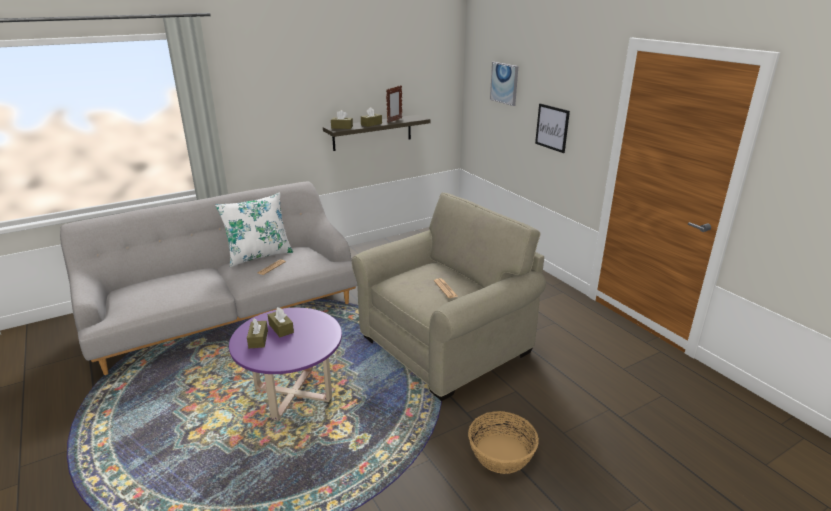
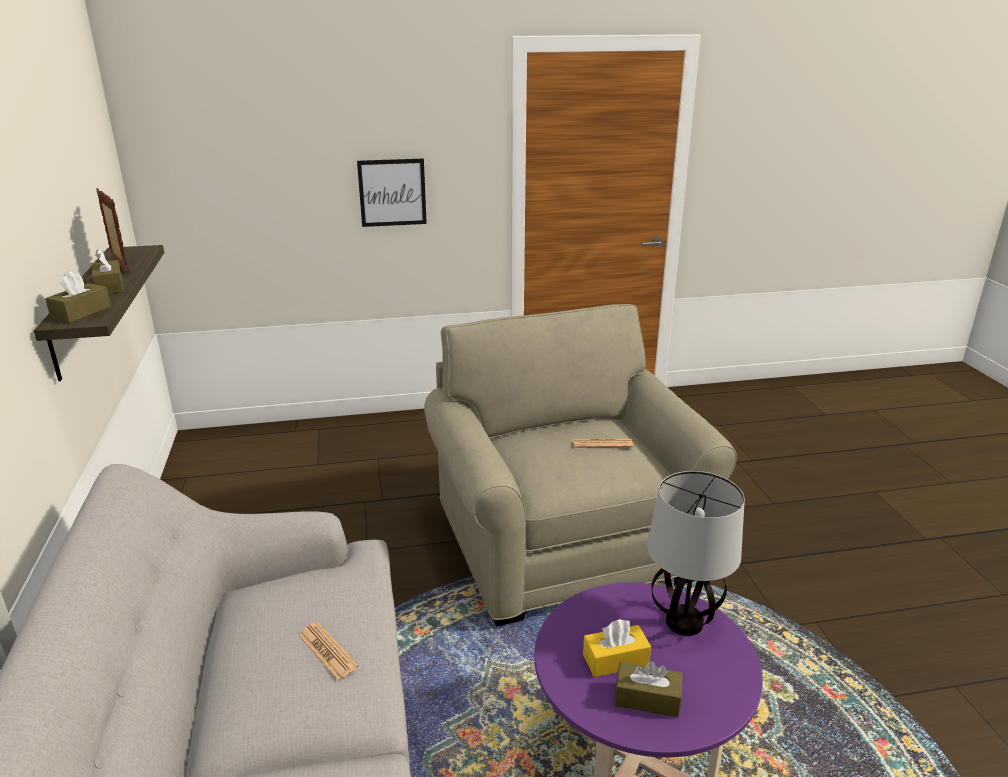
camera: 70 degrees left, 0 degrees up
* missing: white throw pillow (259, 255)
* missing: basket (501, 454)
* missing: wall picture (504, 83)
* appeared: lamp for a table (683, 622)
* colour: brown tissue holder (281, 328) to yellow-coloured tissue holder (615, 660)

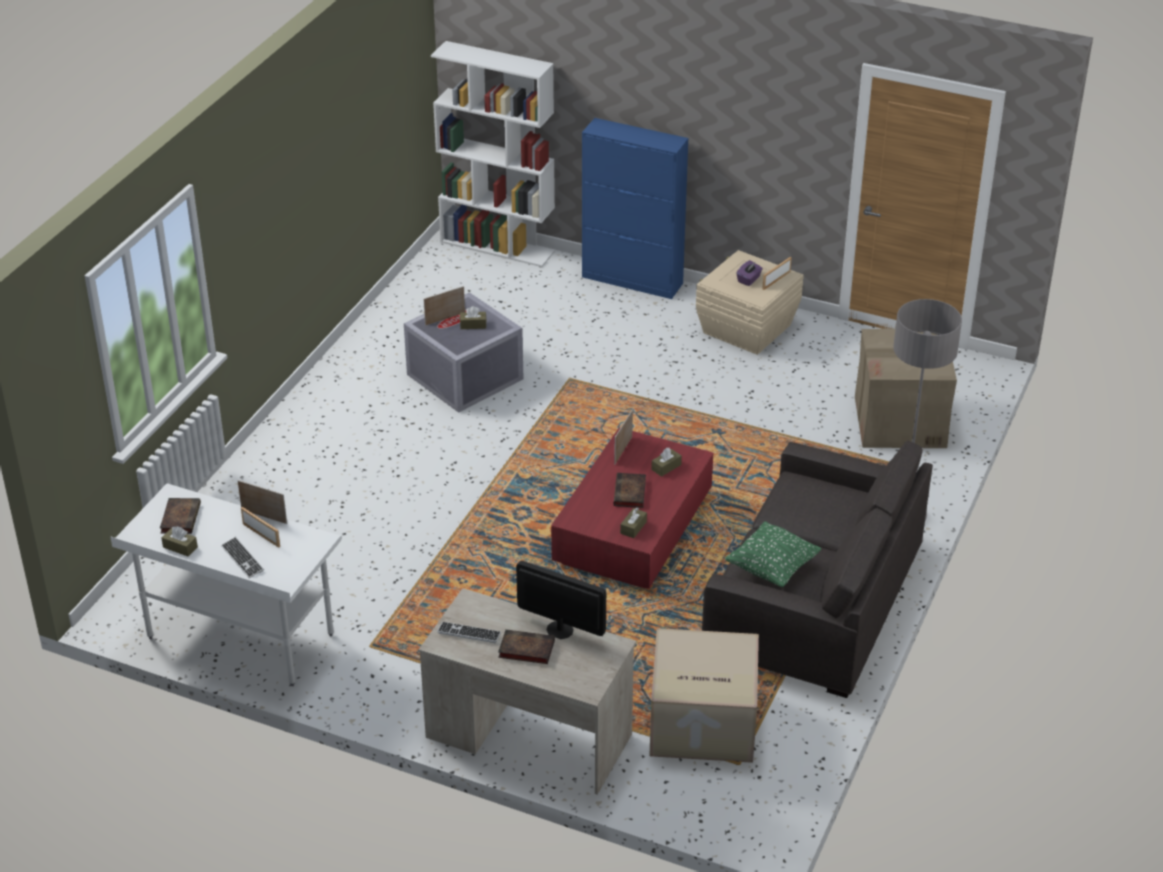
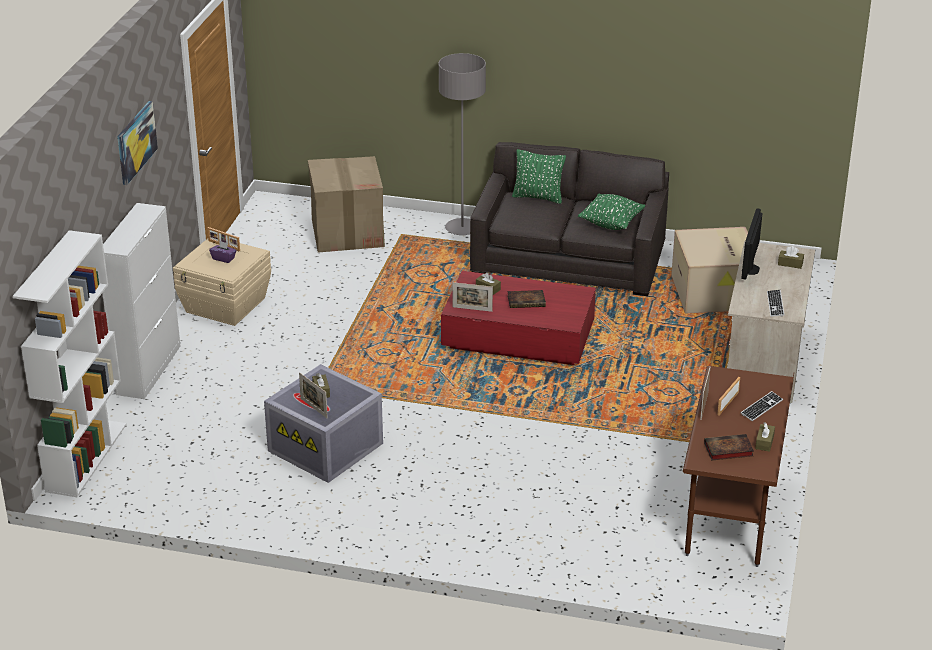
camera: 100 degrees left, 5 degrees down
* missing: bound book (525, 649)
* appeared: wall picture (136, 142)
* appeared: green throw pillow (538, 197)
* relocated: brown tissue holder (633, 527) to (790, 264)
* colour: white desk table (240, 637) to brown desk table (731, 514)
* colour: bluish cabinet (632, 280) to white cabinet (149, 369)

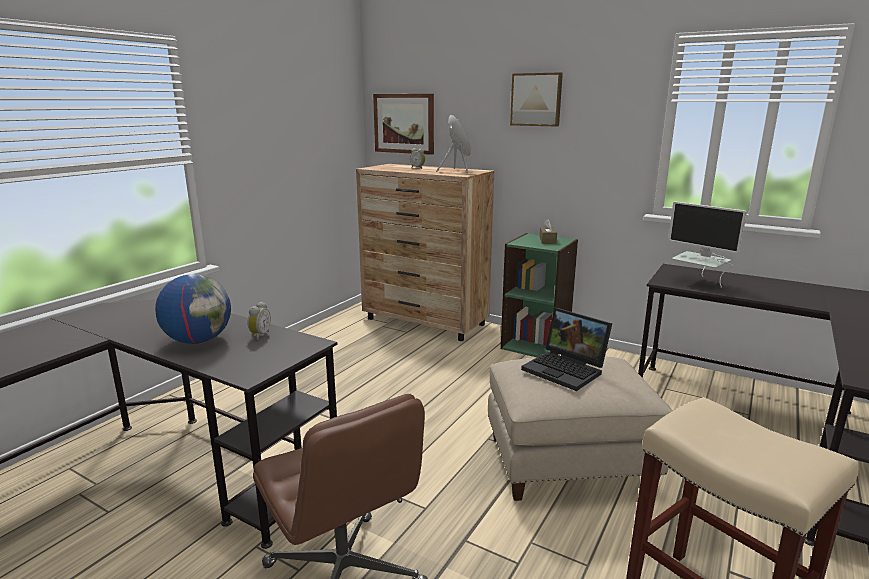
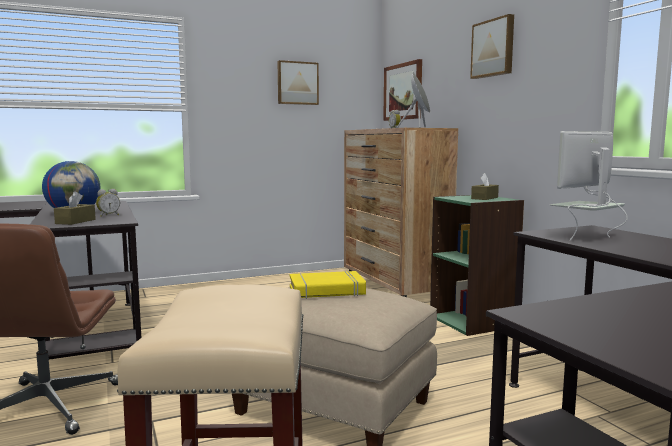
camera: 35 degrees right, 10 degrees down
* appeared: brown tissue holder (75, 221)
* appeared: wall picture (297, 83)
* exchanged: portable computer (567, 370) to yellow-coloured bound book (327, 291)
* spun: monitor (698, 282) = (586, 237) 60 degrees clockwise

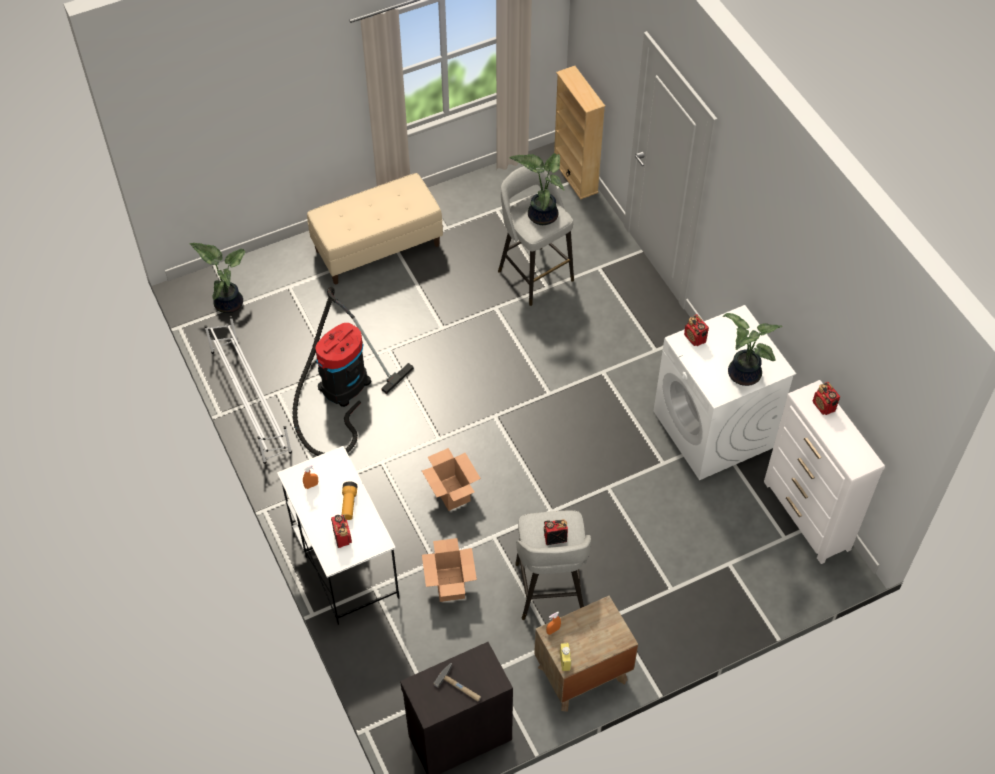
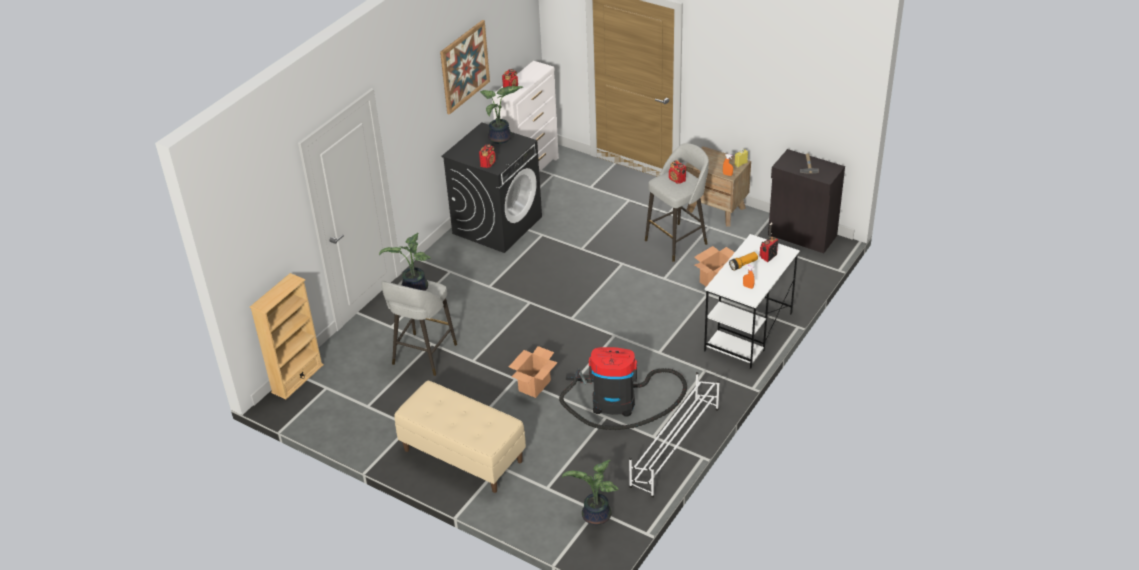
camera: 120 degrees left, 15 degrees down
* appeared: wall picture (464, 66)
* relocated: packing box (451, 493) to (534, 386)
* colour: white laundry machine (713, 430) to blackish laundry machine (497, 225)

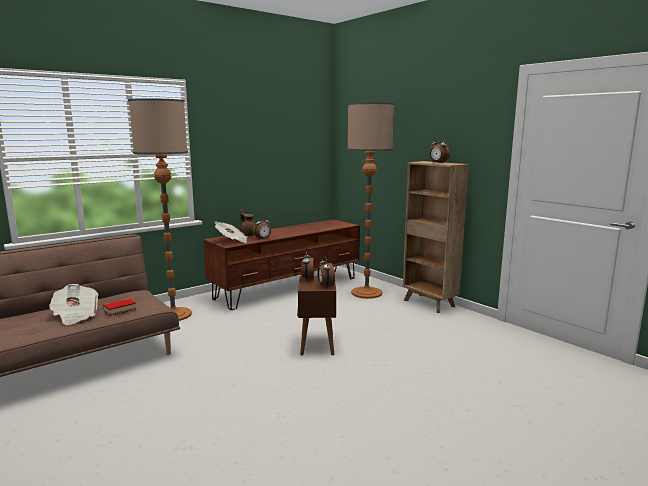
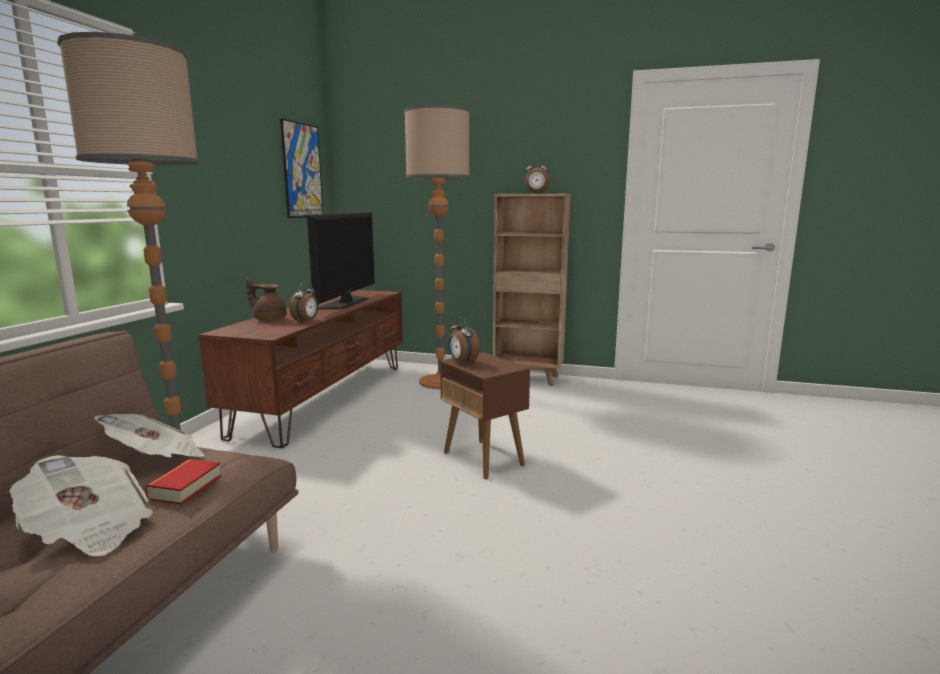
camera: 35 degrees left, 0 degrees up
* missing: alarm clock (325, 286)
* appeared: wall picture (302, 171)
* appeared: TV set (346, 302)
* relocated: newspaper (232, 241) to (156, 458)

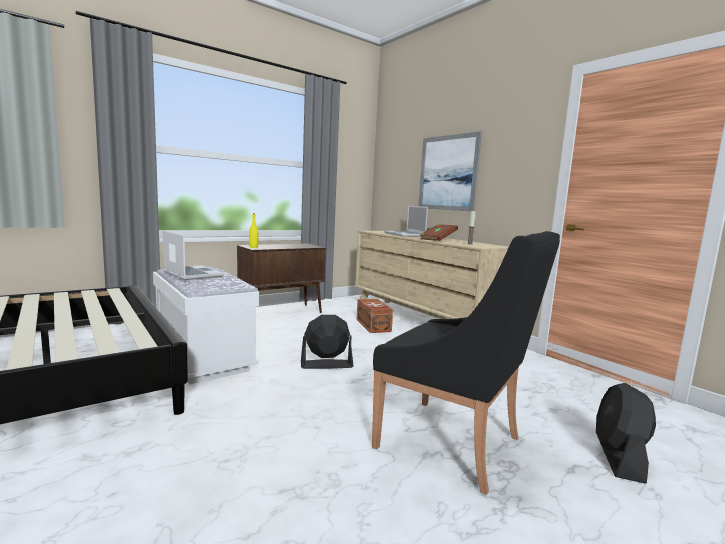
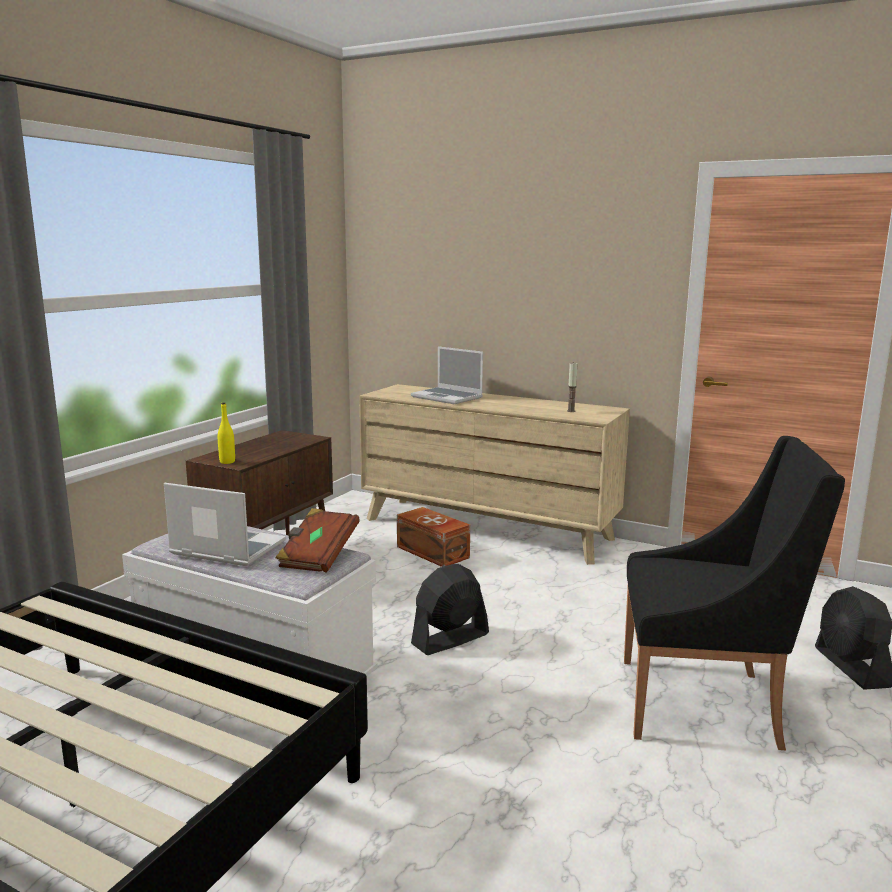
camera: 25 degrees left, 5 degrees up
* missing: wall picture (448, 173)
* relocated: brown bound book (437, 239) to (318, 556)

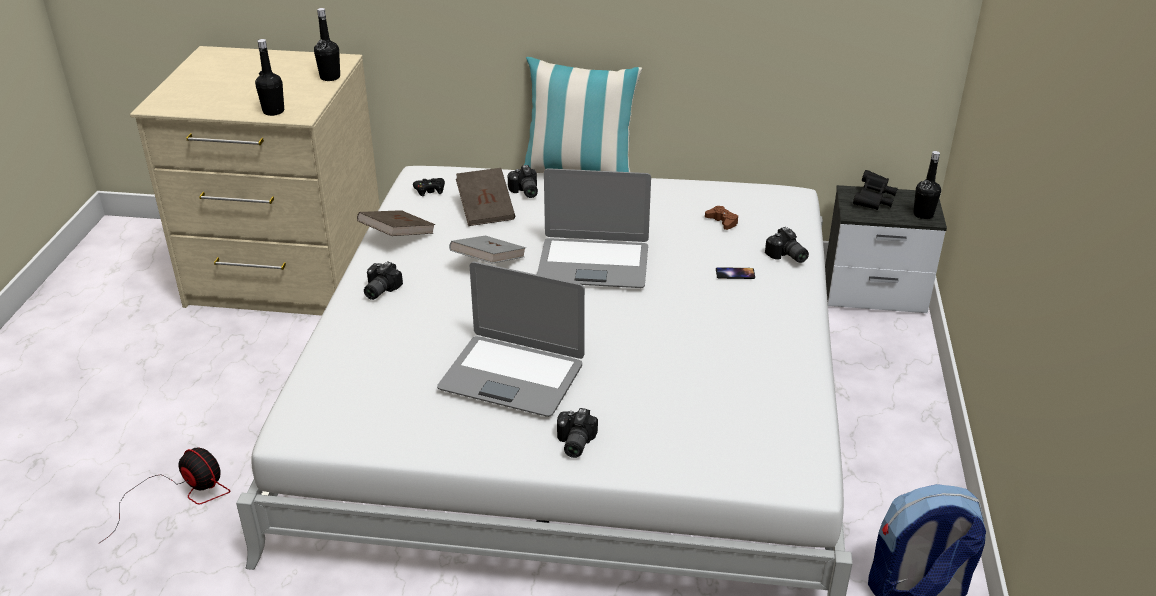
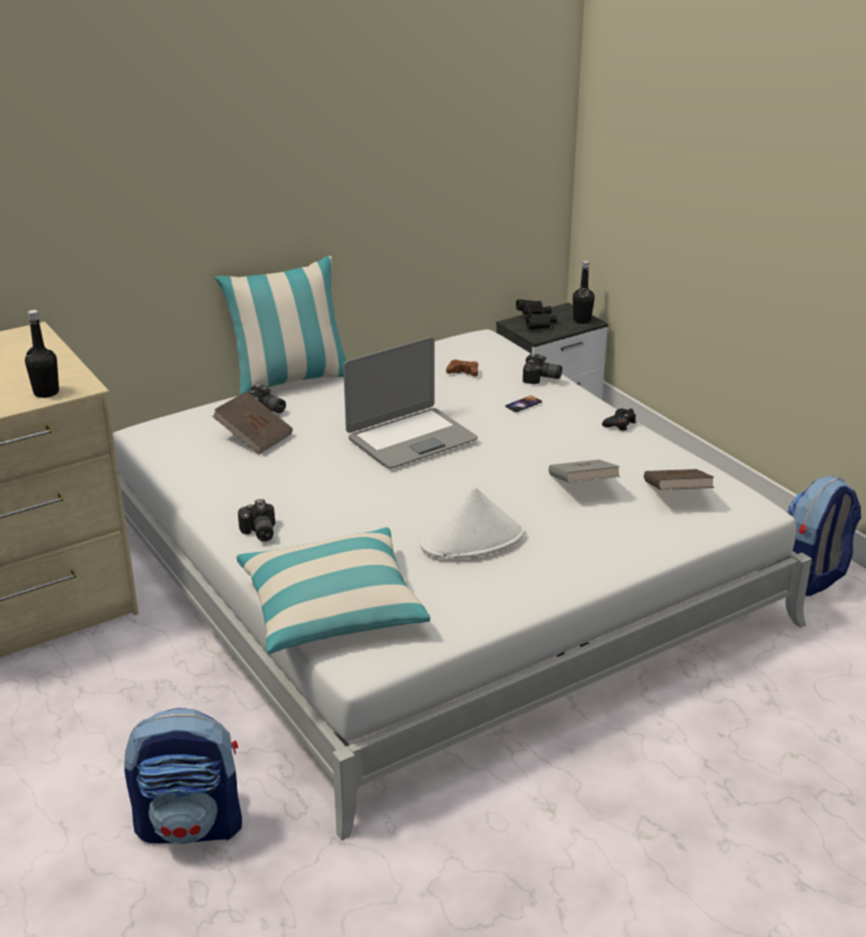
camera: 40 degrees left, 5 degrees down
* missing: blackish drink bottle (330, 77)
* missing: photo camera (573, 443)
* appeared: throw pillow (332, 608)
* relocated: brown bound book (397, 237) to (676, 495)
* relocated: blackish joypad (430, 190) to (620, 424)
* relocated: gray bound book (488, 263) to (582, 487)
* exchanged: electric fan (181, 495) to knapsack (191, 825)
* exchanged: portable computer (512, 376) to white clothing hat (473, 540)

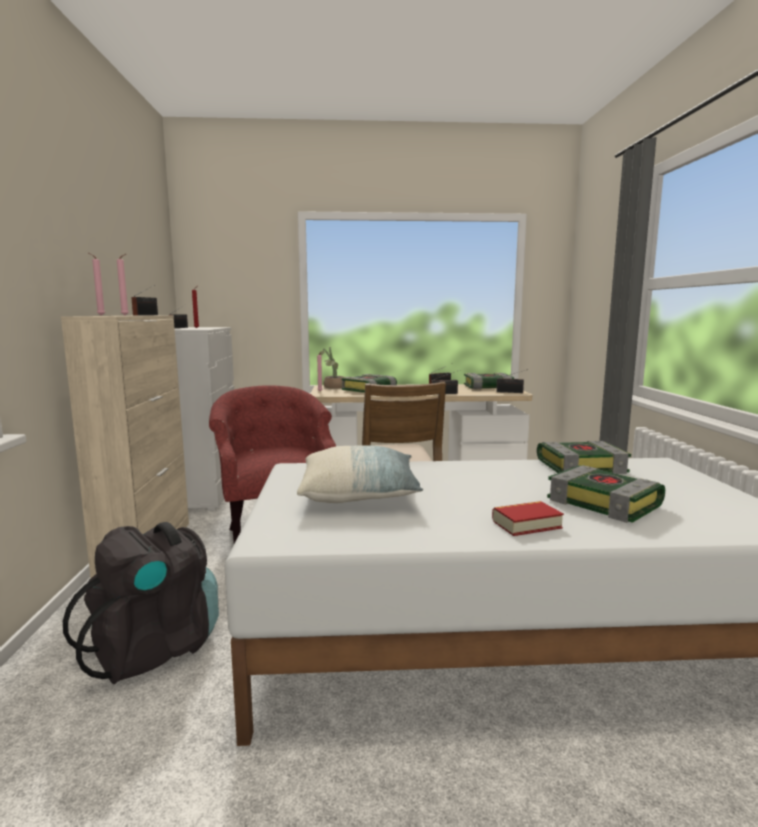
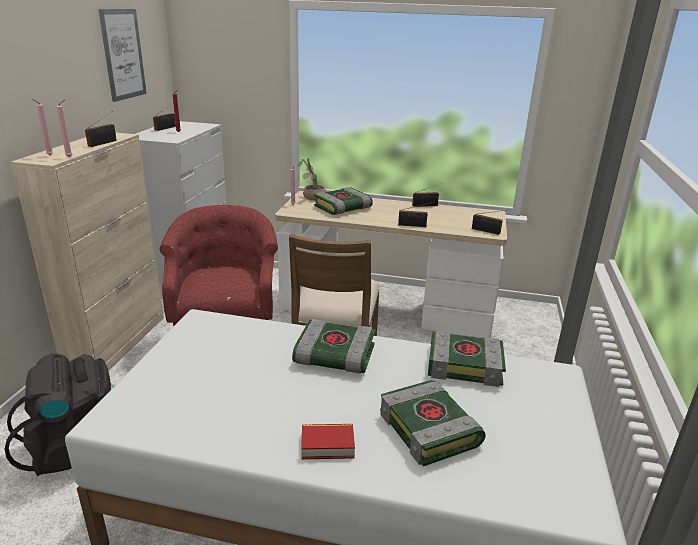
camera: 15 degrees right, 15 degrees up
* missing: throw pillow (359, 494)
* appeared: wall picture (123, 54)
* relocated: bound book (487, 387) to (333, 356)

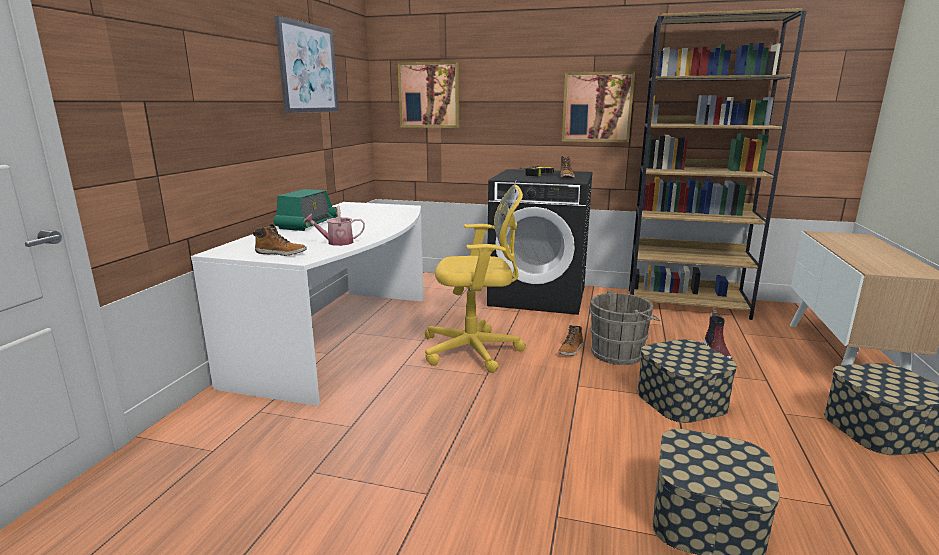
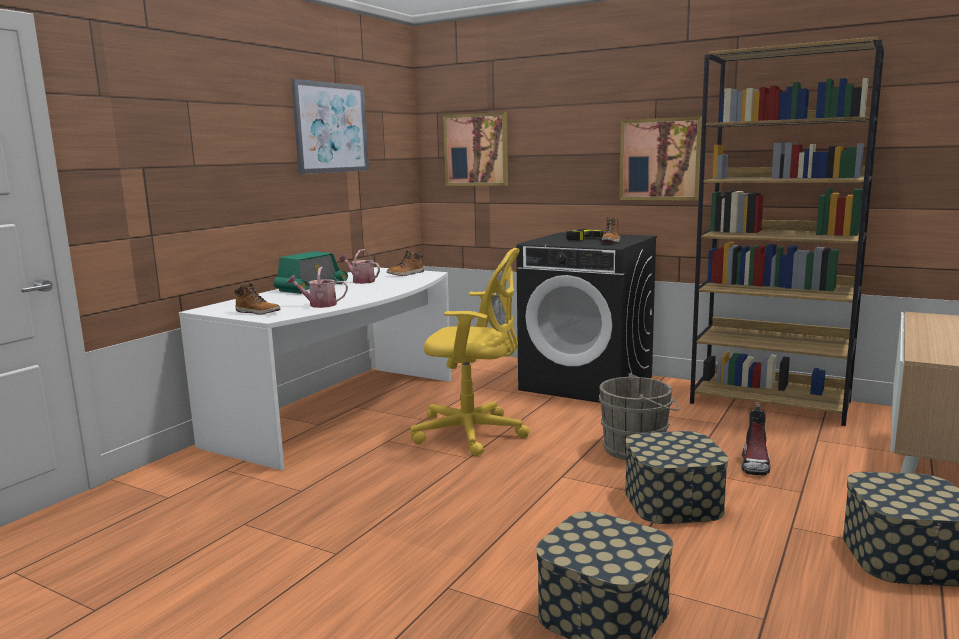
camera: 15 degrees right, 5 degrees down
* appeared: watering pot (361, 281)
* relocated: boot (571, 350) to (406, 274)

